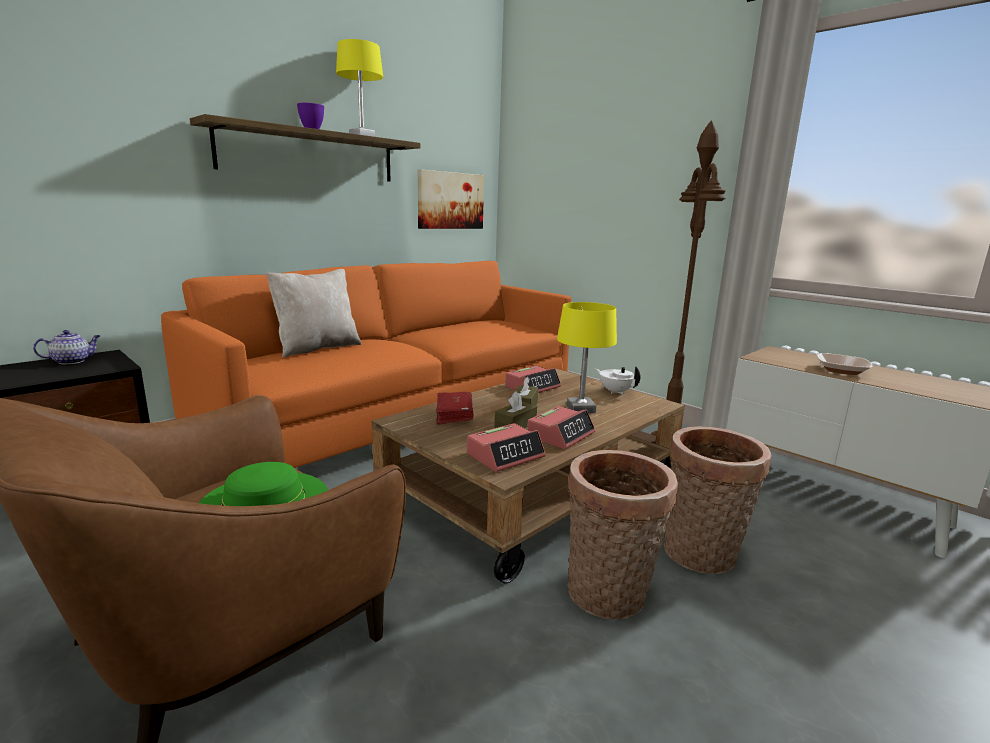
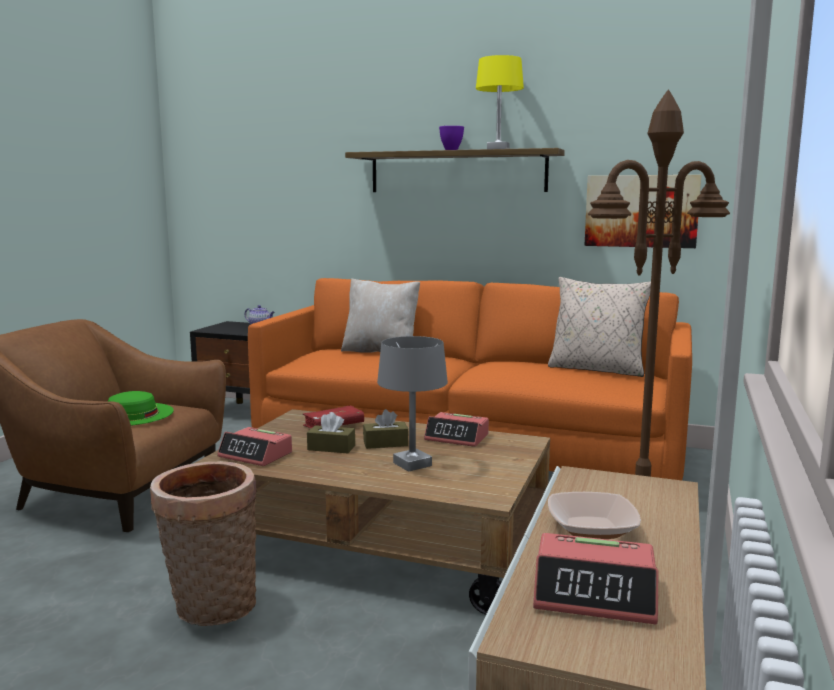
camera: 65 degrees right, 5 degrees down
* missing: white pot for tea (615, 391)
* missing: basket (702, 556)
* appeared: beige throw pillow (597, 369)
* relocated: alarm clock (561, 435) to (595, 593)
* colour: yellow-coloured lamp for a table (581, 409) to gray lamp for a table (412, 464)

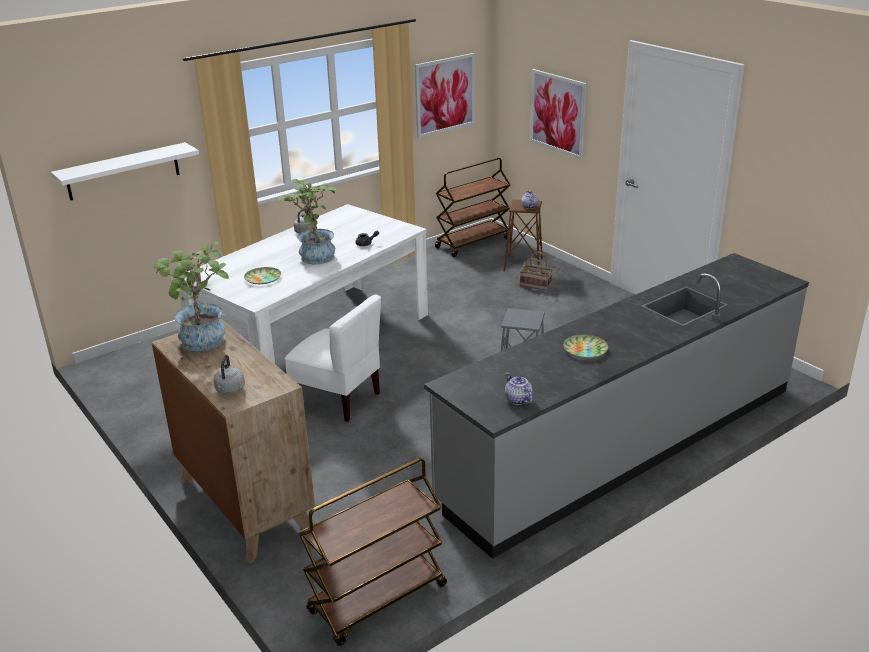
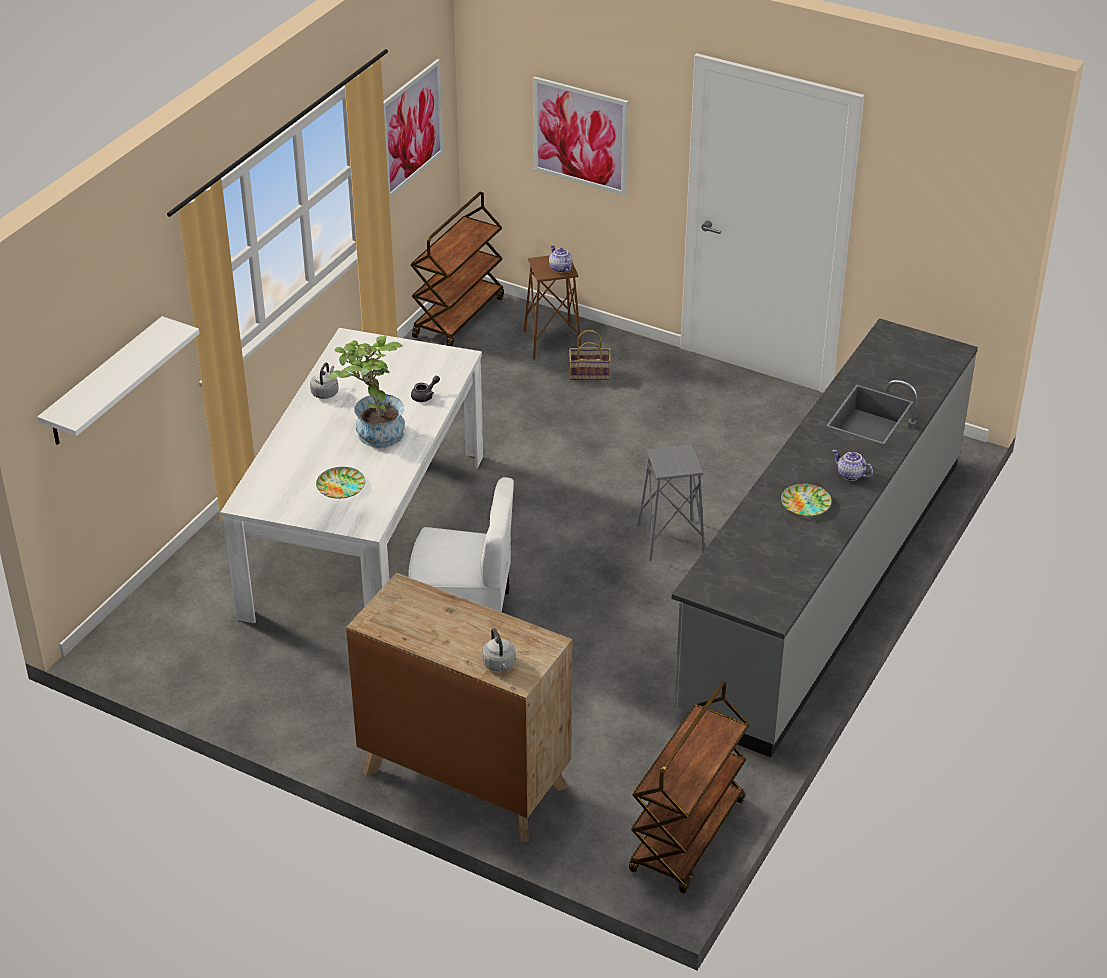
camera: 25 degrees left, 10 degrees up
* missing: plant in a pot (203, 343)
* relocated: pot for tea (517, 400) to (850, 475)

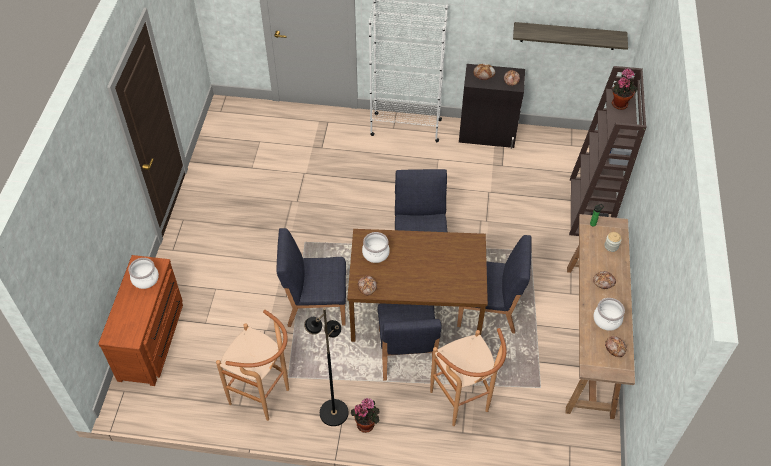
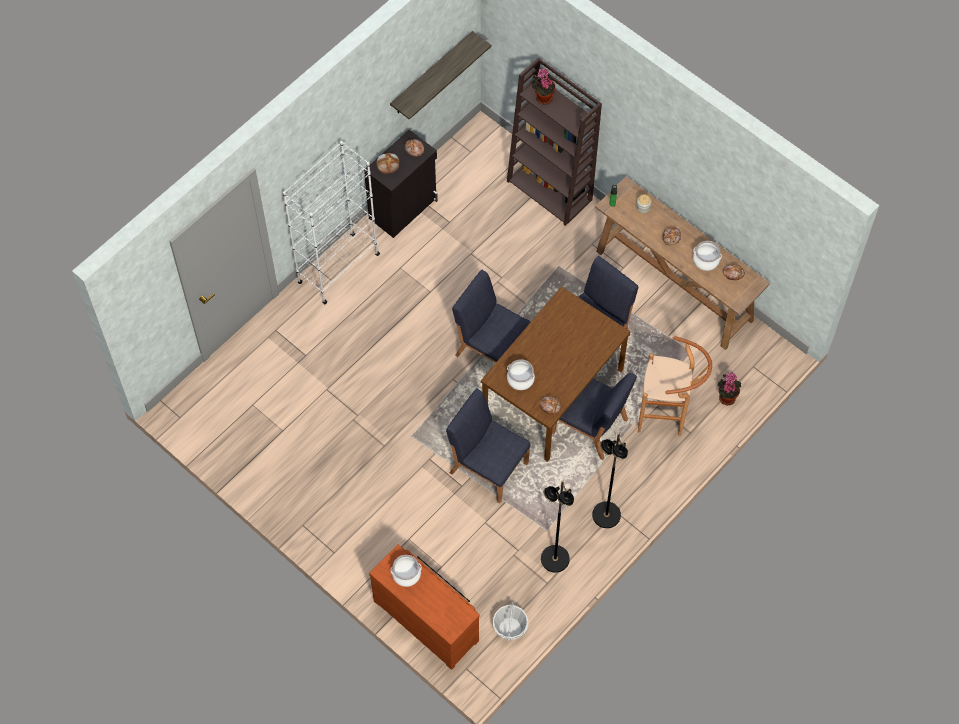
camera: 55 degrees left, 10 degrees up
* appeared: basket (510, 628)
* relocated: plant in a pot (366, 423) to (726, 397)
* exchanged: brown stool (265, 398) to blackish standing lamp (554, 559)
* spun: bluish plain chair (315, 304) = (488, 467) 90 degrees clockwise

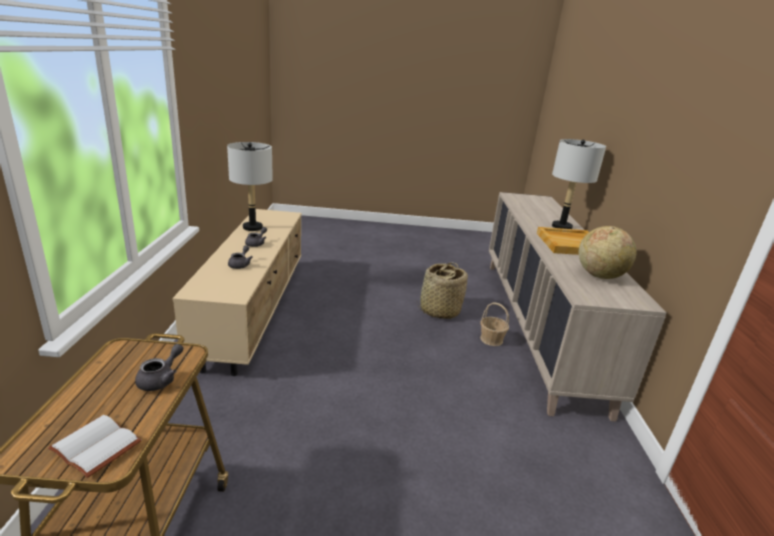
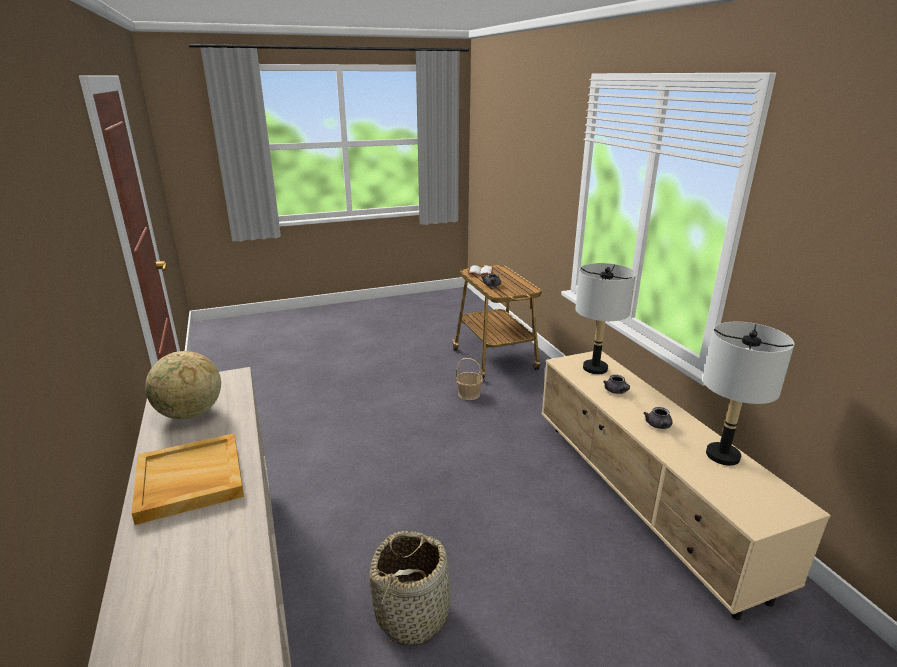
camera: 160 degrees right, 0 degrees up
* relocated: basket (491, 339) to (469, 394)
* relocated: gray lamp for a table (562, 227) to (594, 368)

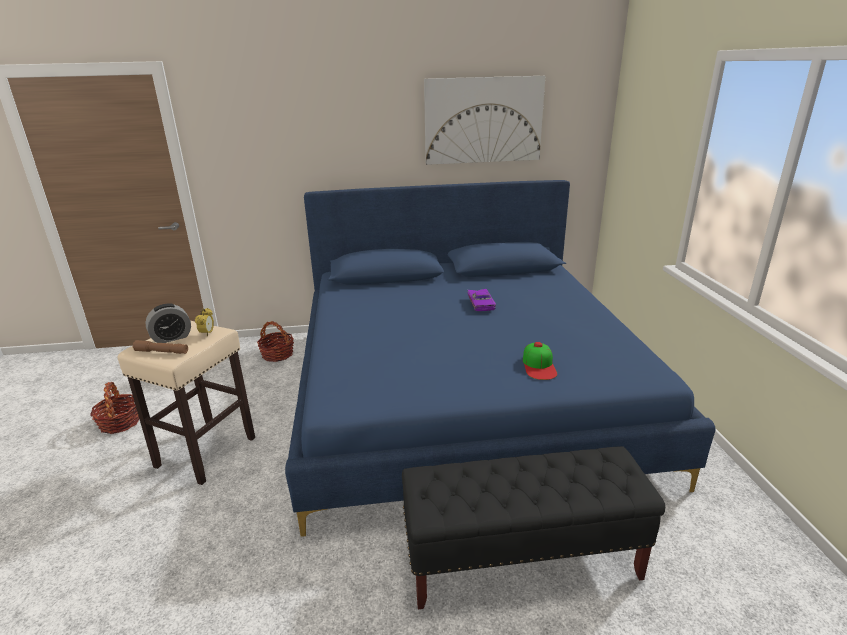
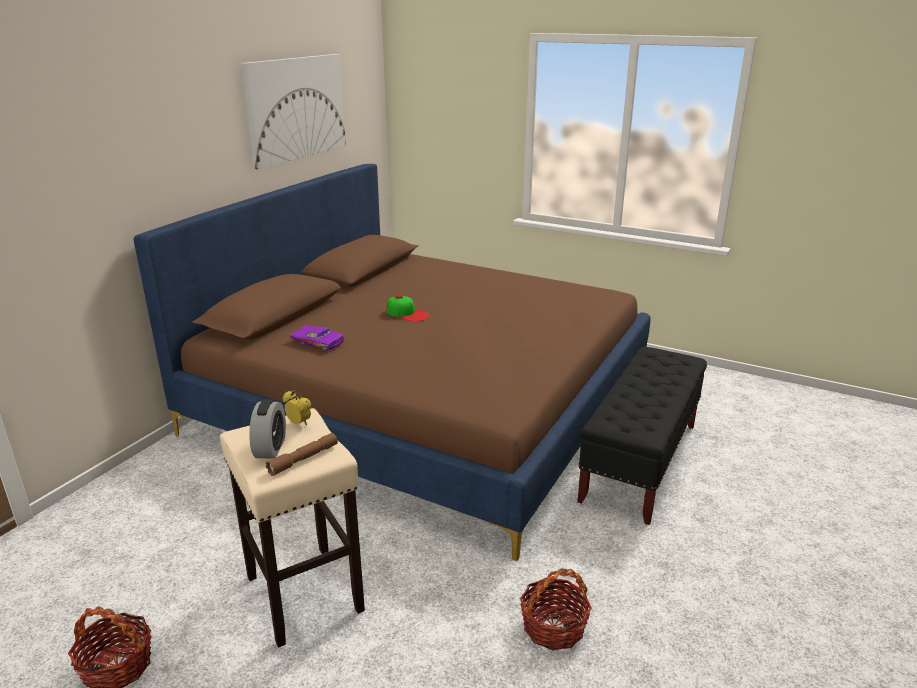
camera: 55 degrees left, 0 degrees up
* relocated: basket (277, 354) to (553, 627)
* relocated: purplish miniature car (482, 304) to (318, 342)
* relocated: peaked cap (539, 365) to (407, 313)
* colour: bluish bedroom bed (463, 393) to brown bedroom bed (425, 402)

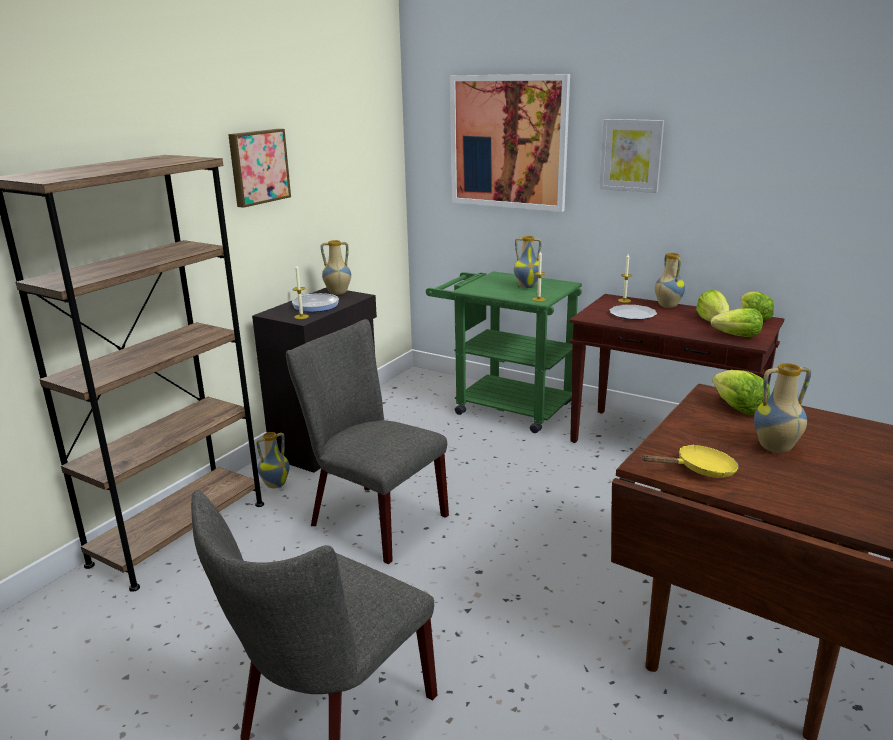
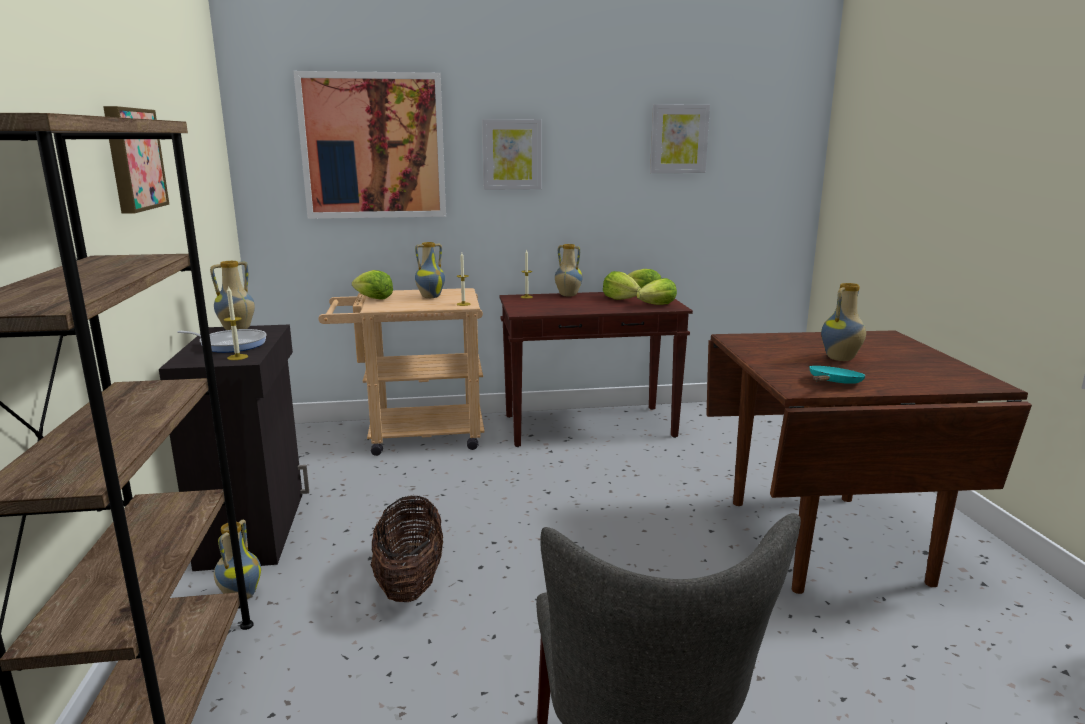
camera: 40 degrees left, 5 degrees down
* missing: flat dish (632, 314)
* appeared: wall picture (678, 139)
* relocated: lettuce (737, 408) to (373, 298)
* exchanged: gray plain chair (371, 518) to basket (410, 582)
* colour: green wheeled cart (503, 406) to beige wheeled cart (413, 435)
* colour: yellow-coloured frying pan (700, 470) to blue-green frying pan (833, 383)

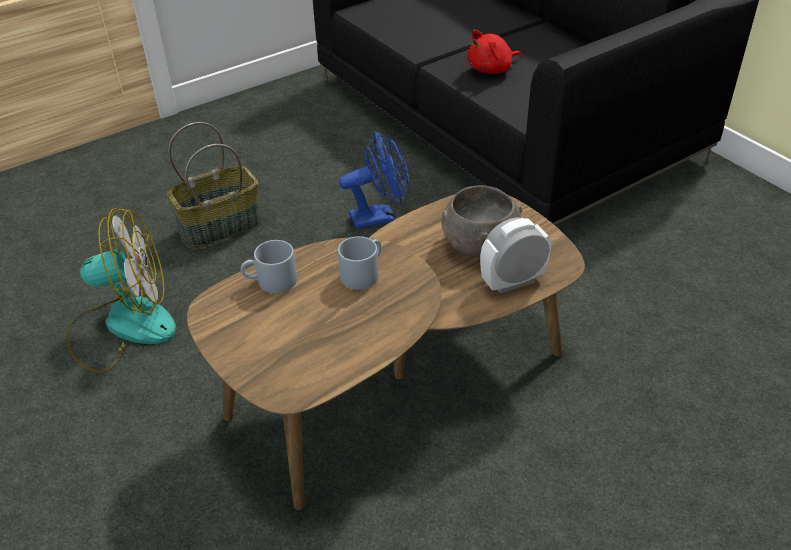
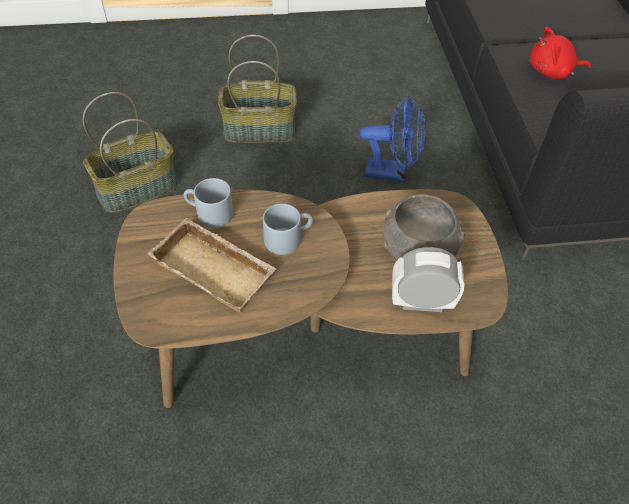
camera: 25 degrees right, 10 degrees up
* appeared: beige serving tray (216, 269)
* exchanged: electric fan (123, 326) to basket (138, 188)

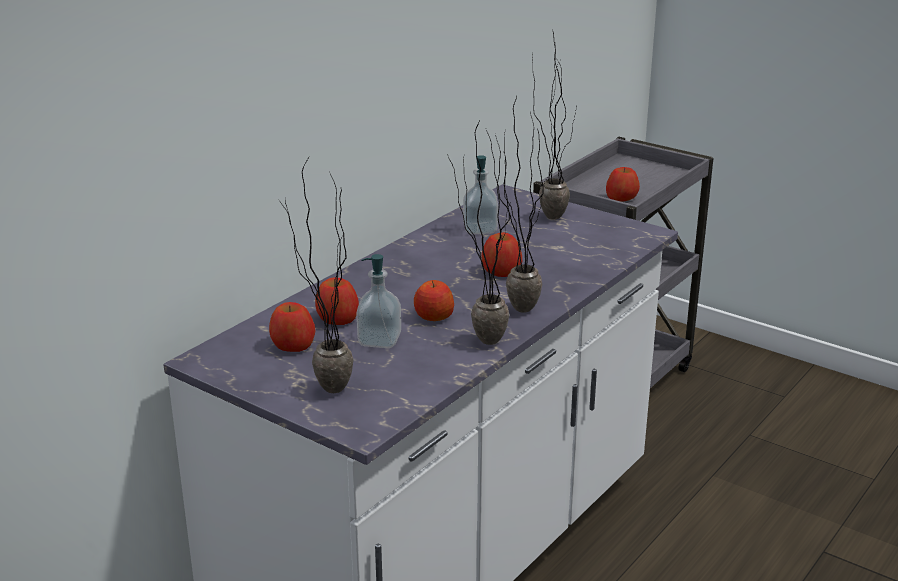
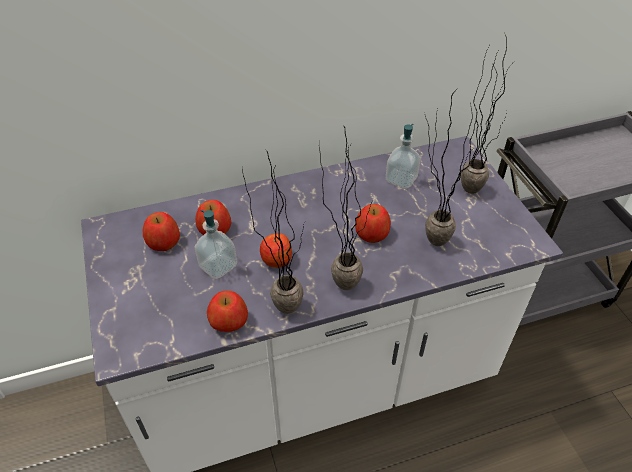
camera: 35 degrees right, 20 degrees up
* relocated: plant in a pot (321, 390) to (427, 239)
* relocated: apple (621, 198) to (228, 321)

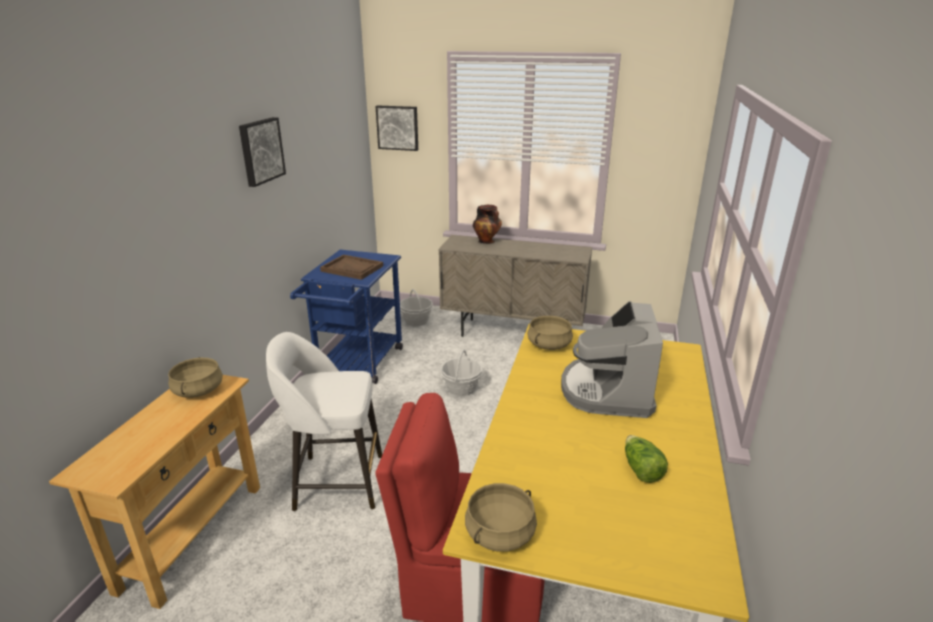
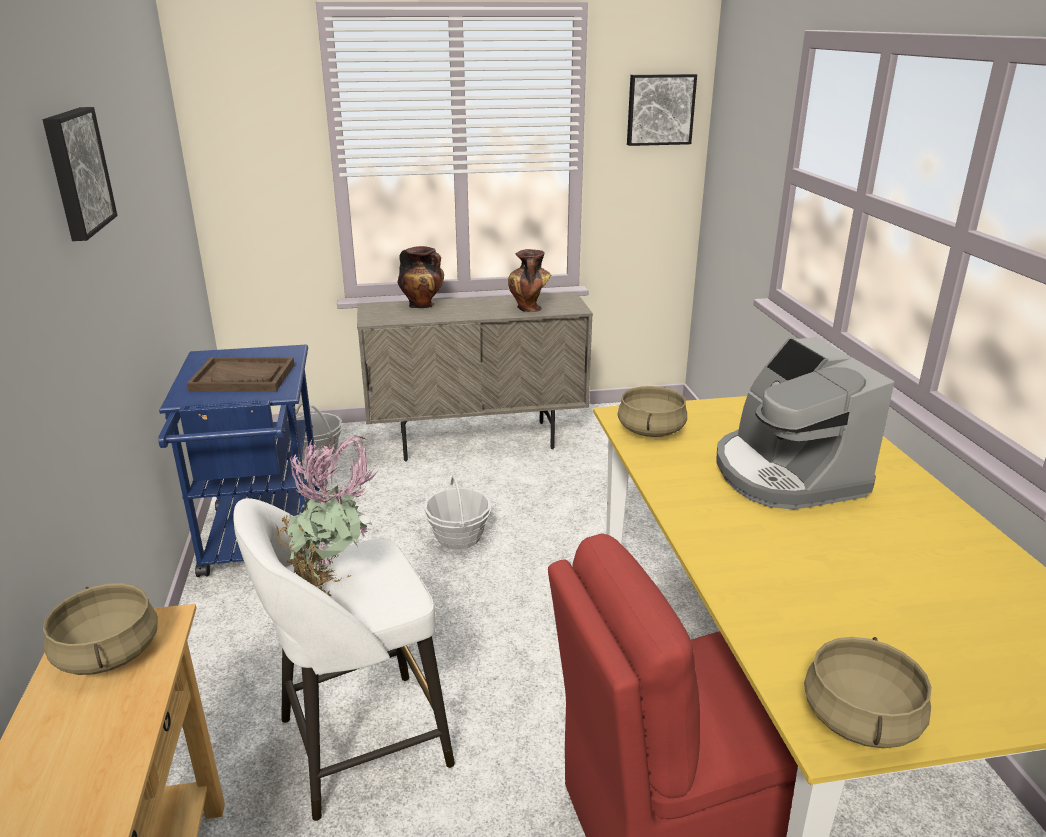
camera: 25 degrees left, 0 degrees up
* missing: lettuce (641, 469)
* appeared: plant in a pot (334, 586)
* appeared: flower vase (529, 308)
* relocated: wall picture (398, 127) to (660, 109)

